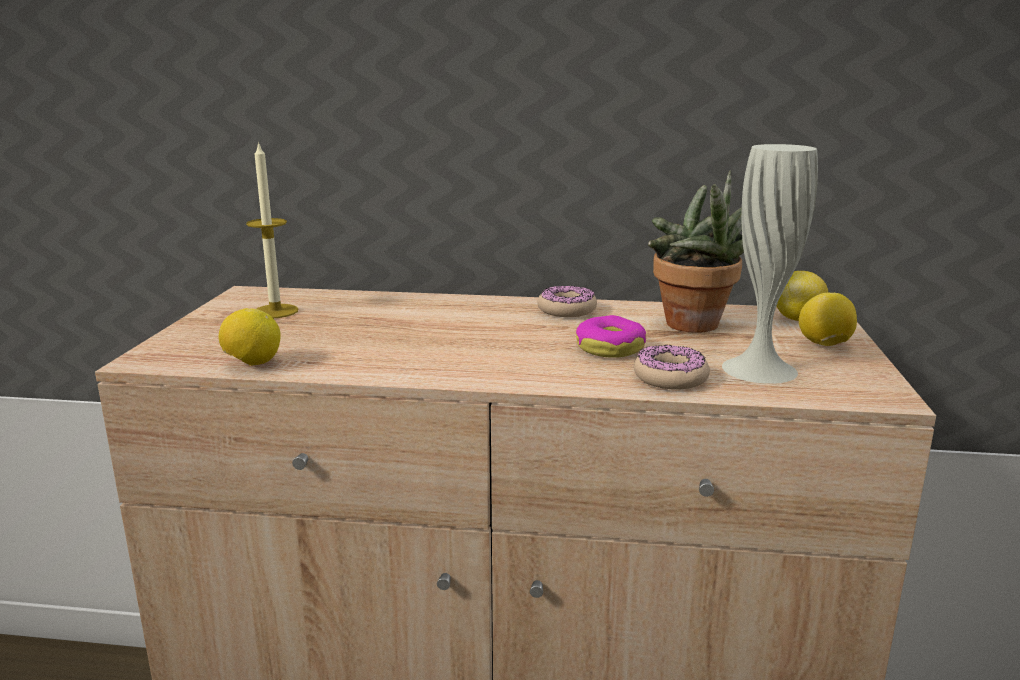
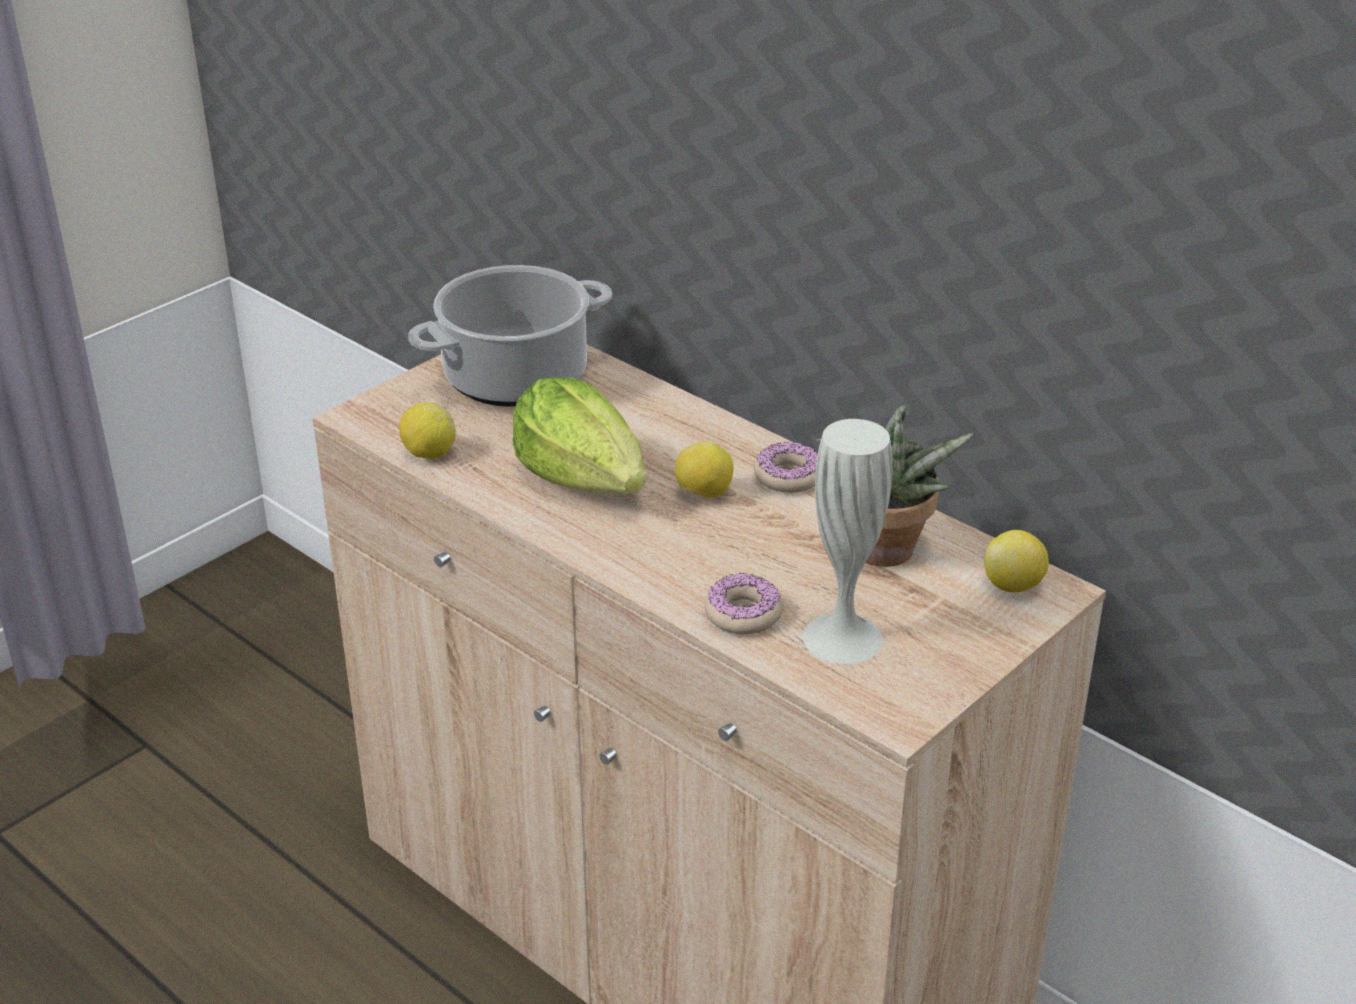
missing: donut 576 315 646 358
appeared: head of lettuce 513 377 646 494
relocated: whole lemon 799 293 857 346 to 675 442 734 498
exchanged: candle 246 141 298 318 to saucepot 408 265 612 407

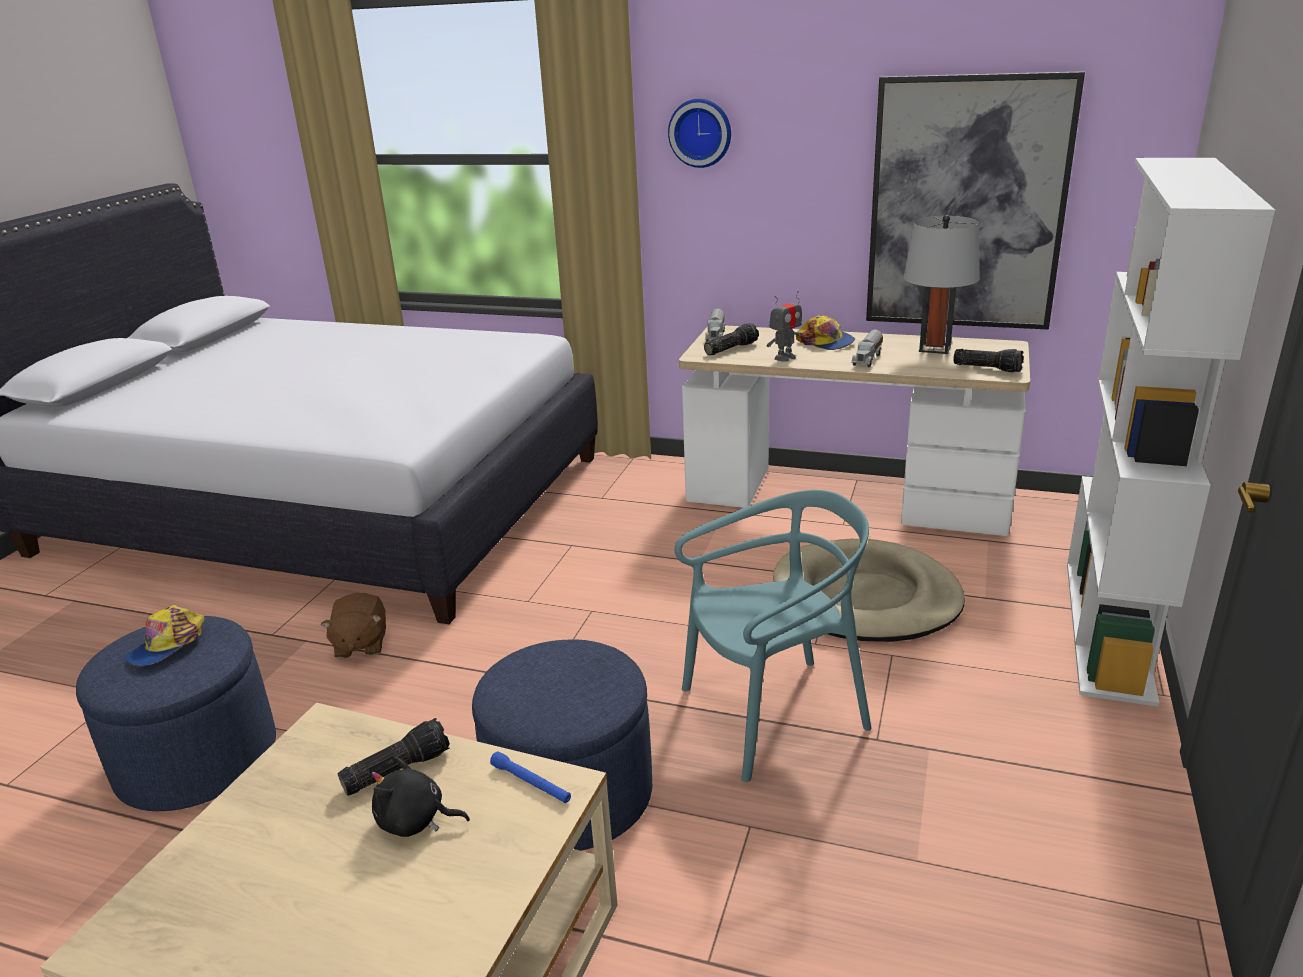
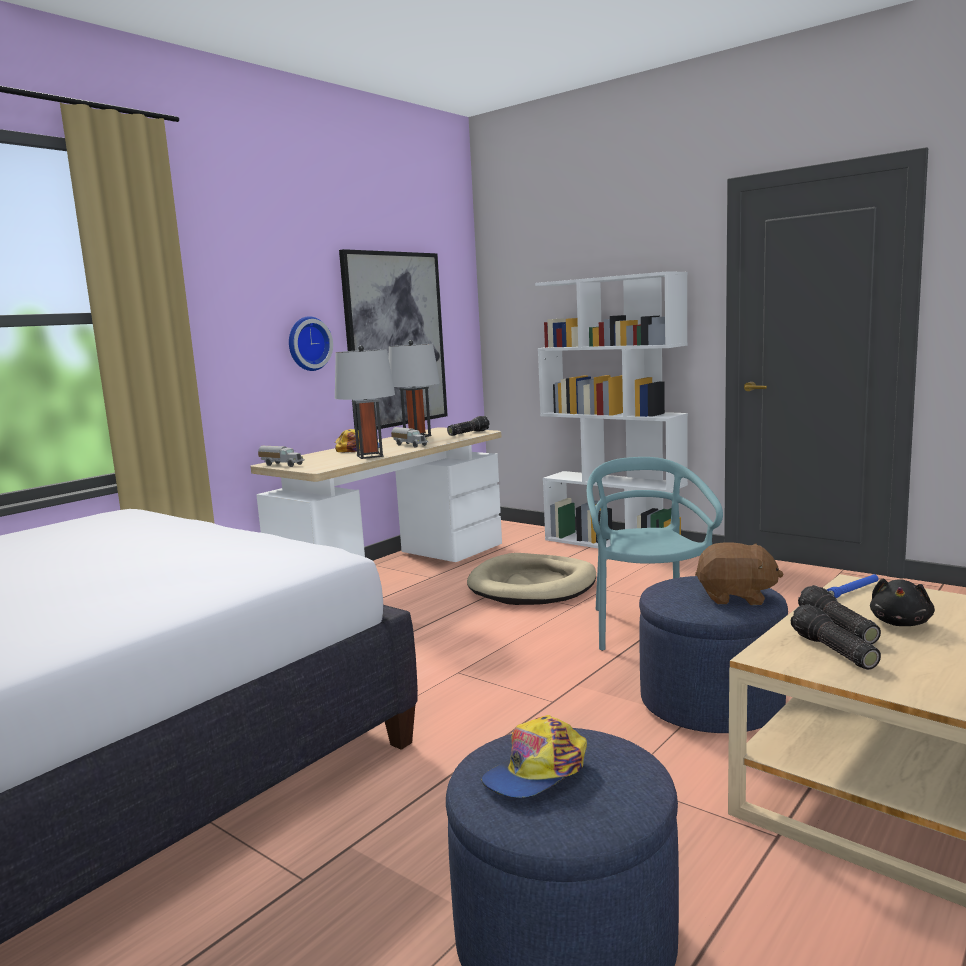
relocated: cuddly toy in brown 320 593 386 659 to 695 542 784 605; hanging clock 668 99 731 168 to 289 316 333 371; torch 704 323 759 355 to 791 604 881 670
exchanged: toy robot 767 291 802 362 to table lamp in grey 335 345 395 459
spun: cap 124 605 204 666 = 481 715 587 798 90 degrees clockwise

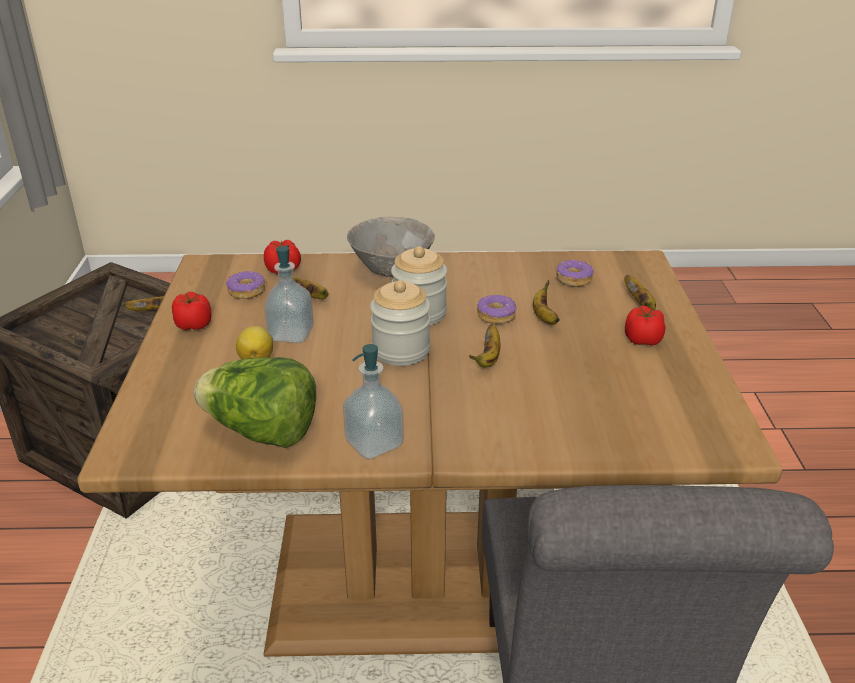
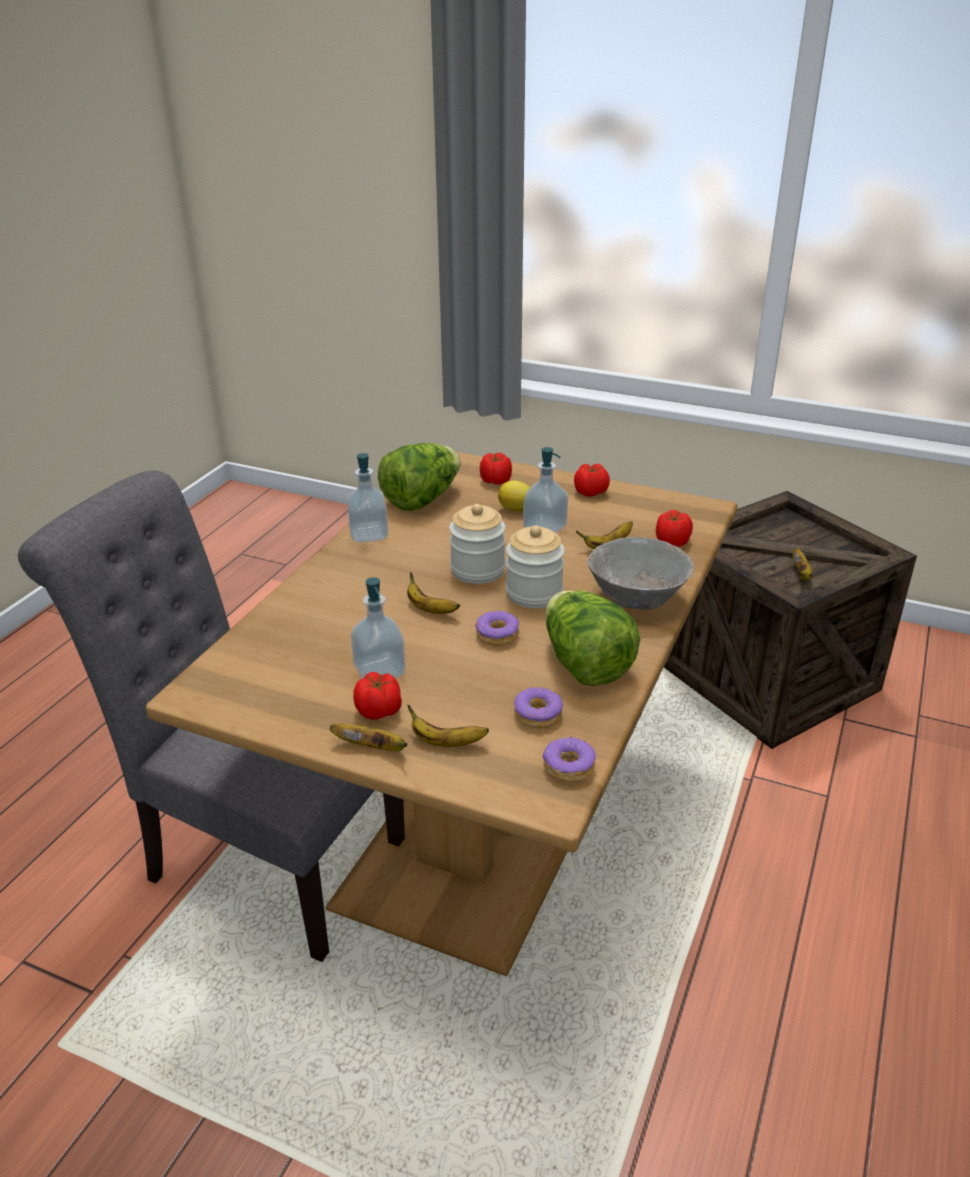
appeared: liquid soap bottle 351 577 405 679; fresh tomato 480 453 512 485; head of lettuce 546 590 640 686
relocated: donut 226 271 265 299 to 542 736 596 782; whole banana 533 280 560 325 to 330 723 407 751

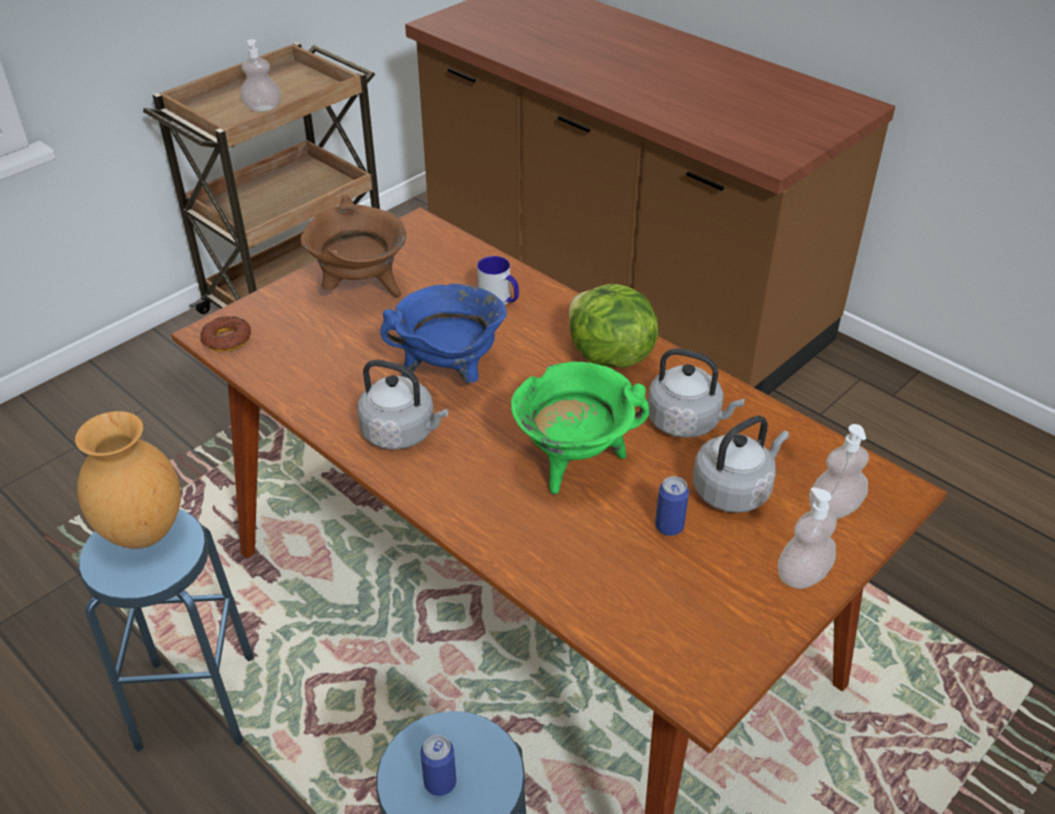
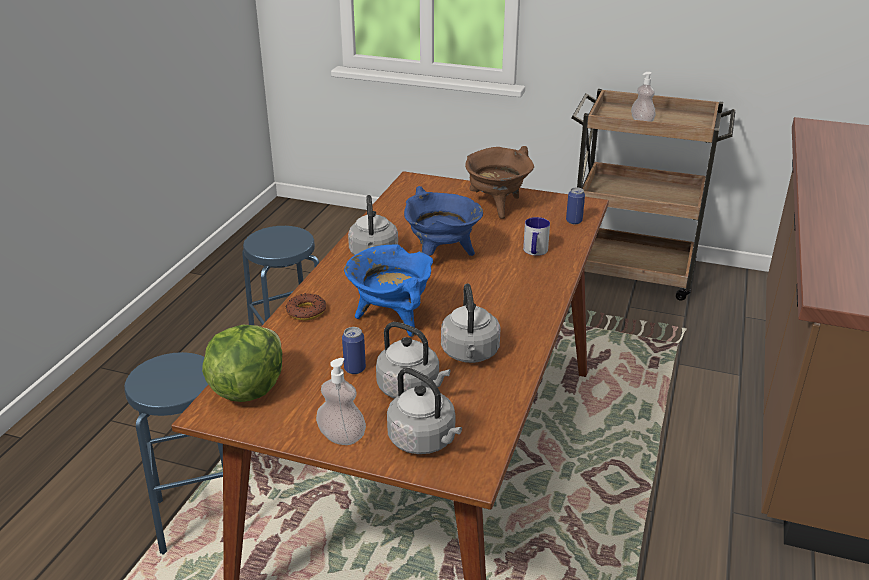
missing: decorative vase in brown 75 411 181 549
relocated: donut 200 316 251 352 to 285 293 326 320; metal can 420 735 456 796 to 566 187 585 224; head of lettuce 569 284 658 368 to 202 325 282 402
exchanged: liquid soap bottle 809 424 869 519 to water kettle in grey 387 368 462 454
colour: saucepot in green-coloured 511 362 649 494 to saucepot in blue 344 244 433 337

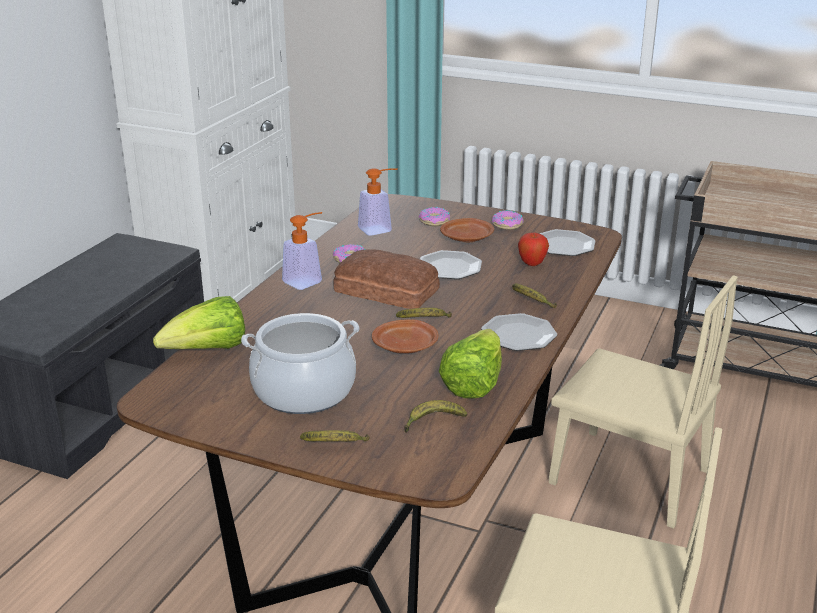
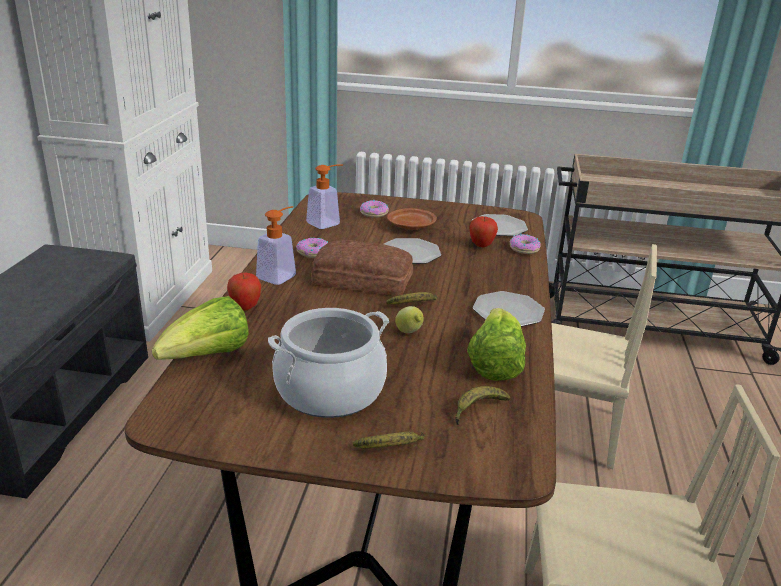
missing: whole banana 512 283 557 308
appeared: whole apple 227 273 261 311
relocated: donut 492 210 524 230 to 510 234 541 254
exchanged: flat dish in brown 372 319 438 354 to whole lemon 395 306 423 333

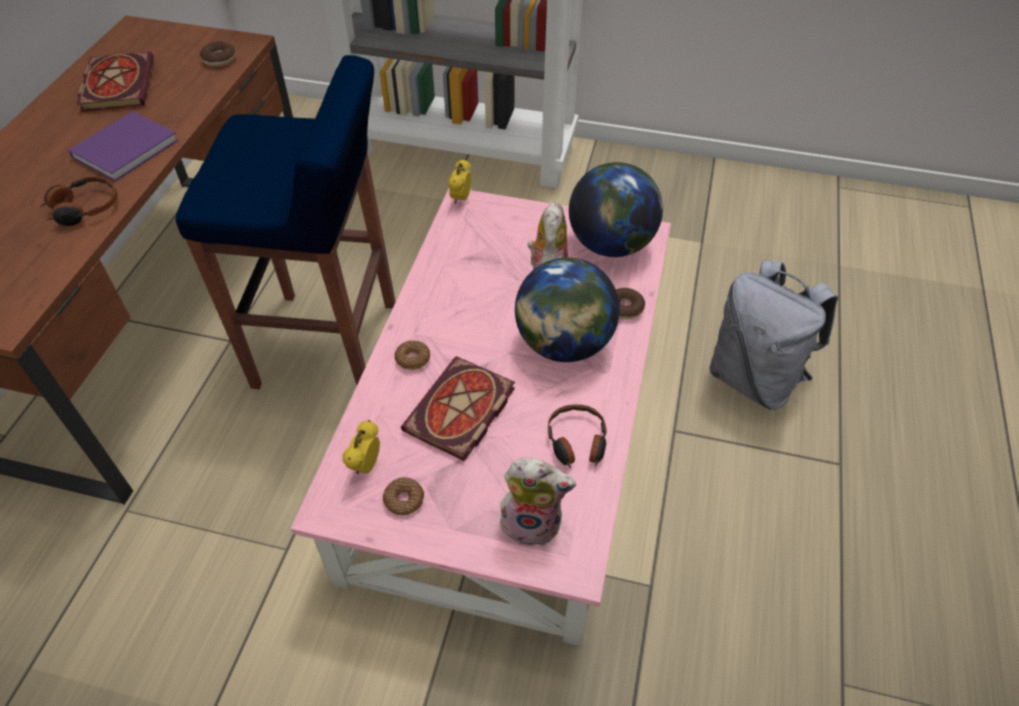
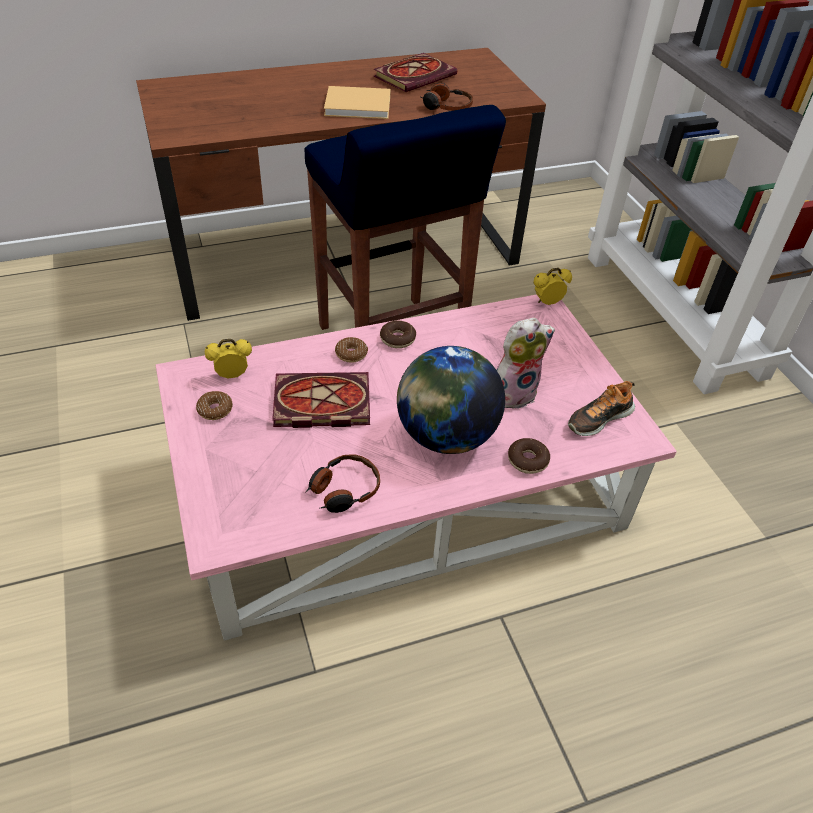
missing: cuddly toy 500 457 576 546; backpack in grey 709 260 838 410
relocated: pair of headphones 40 176 118 226 to 421 83 473 111; donut 200 41 236 67 to 380 320 416 348
exchanged: world globe 569 162 663 257 to item of footwear 568 381 635 436
colour: volume in purplish 68 111 179 181 to volume in beige 324 86 391 119

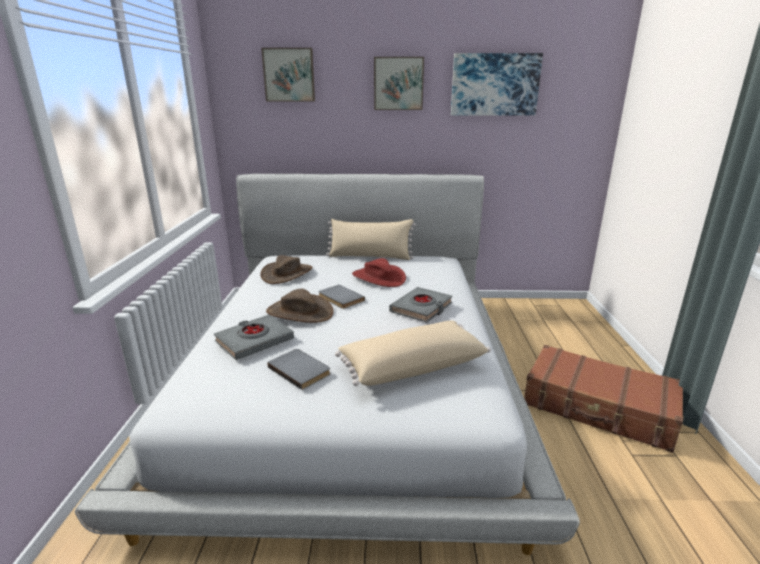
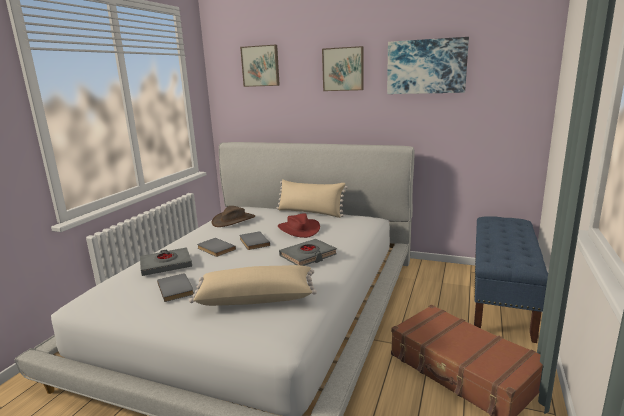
appeared: long seat in blue 474 216 548 343
exchanged: hat in brown 266 289 334 323 to volume in grey 197 238 236 257

